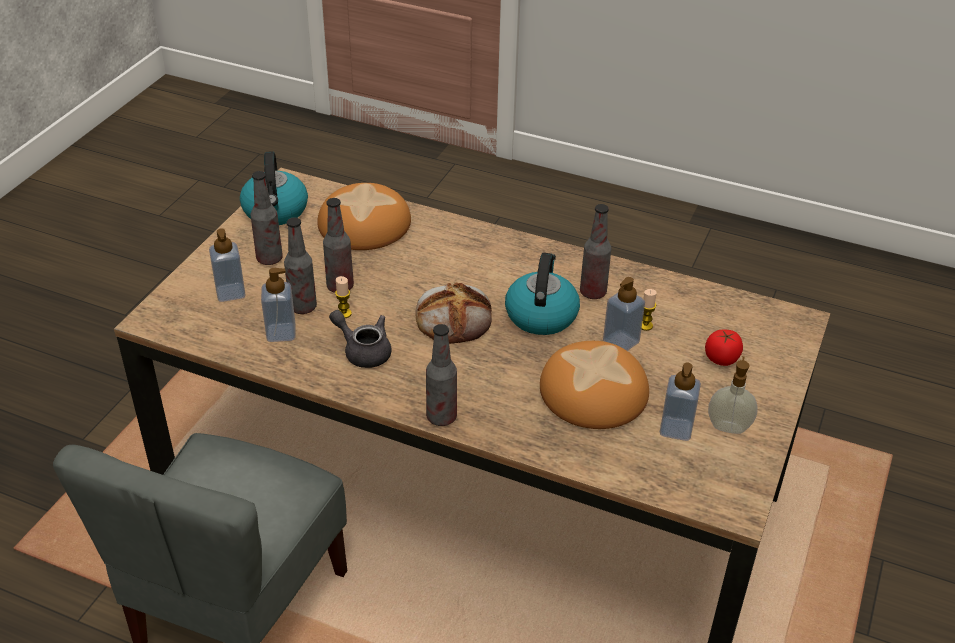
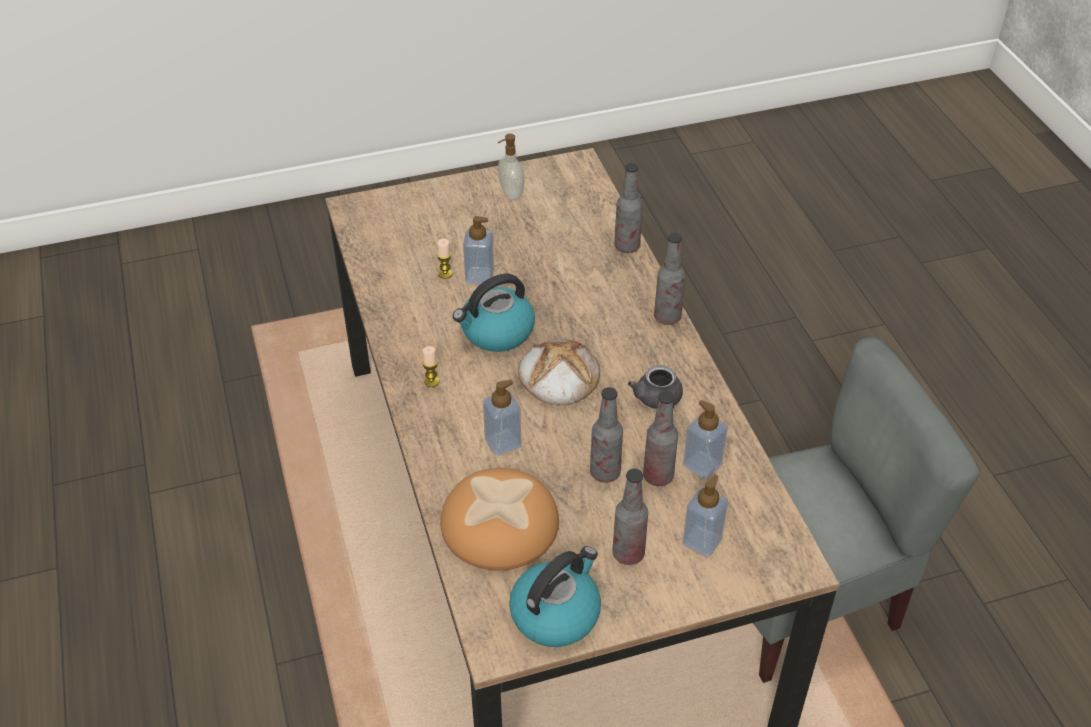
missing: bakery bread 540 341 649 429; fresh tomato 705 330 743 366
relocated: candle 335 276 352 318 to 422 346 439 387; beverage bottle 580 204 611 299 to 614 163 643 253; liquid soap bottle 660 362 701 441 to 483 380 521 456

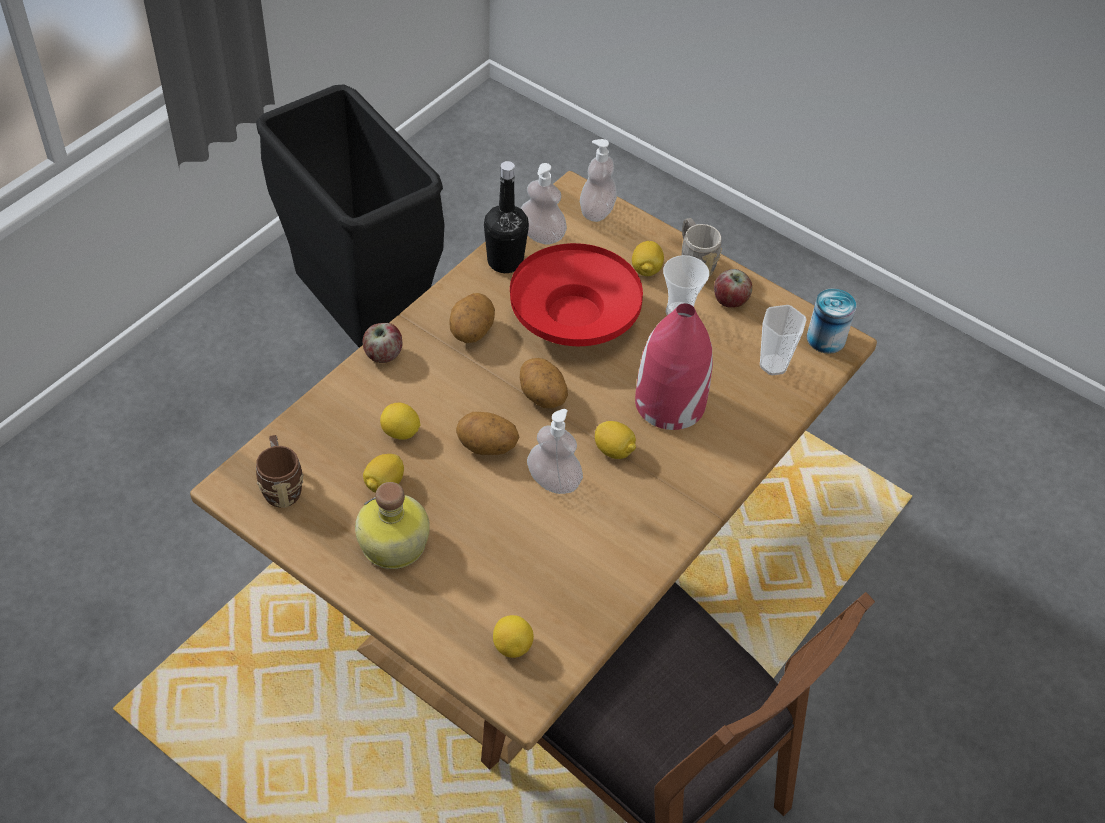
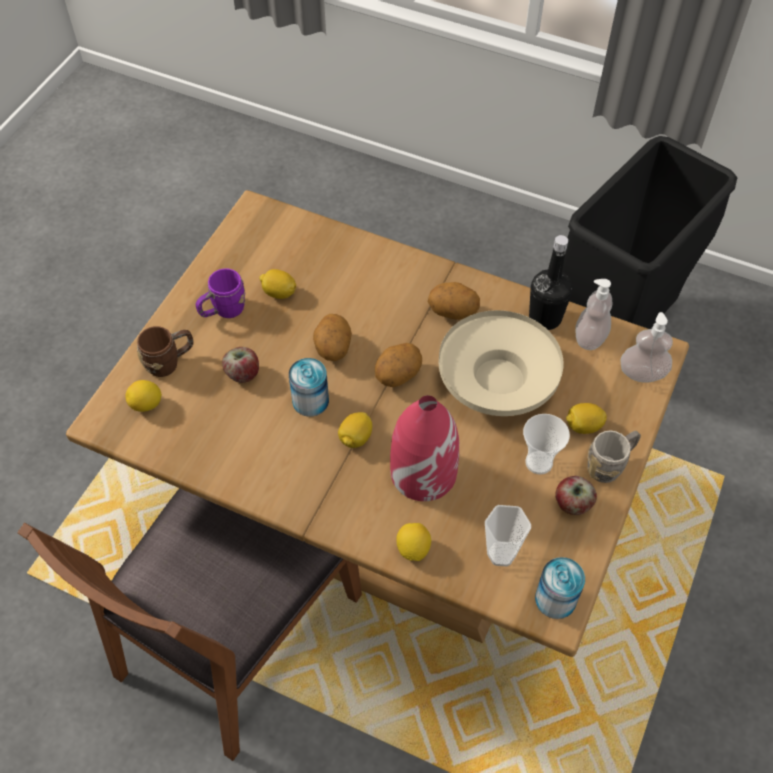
relocated: mug in brown 256 435 304 508 to 137 326 193 377; whole apple 363 323 403 363 to 222 347 259 383; whole lemon 380 403 420 440 to 396 523 431 561
exchanged: beverage bottle 355 482 430 569 to mug in purplish 196 268 245 318; liquid soap bottle 527 409 583 494 to metal can 289 358 329 417
colour: bowl in reddish 510 243 643 346 to bowl in beige 439 310 564 416

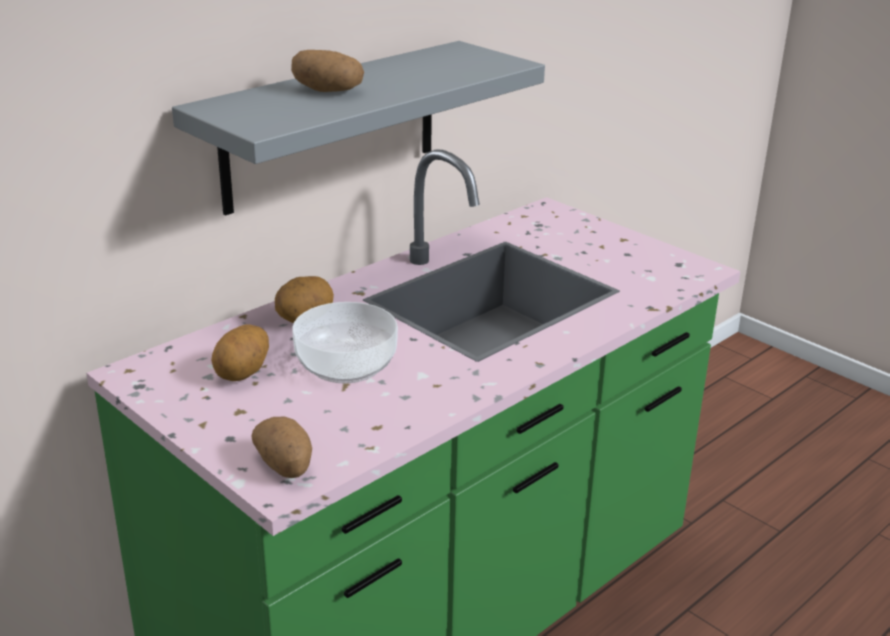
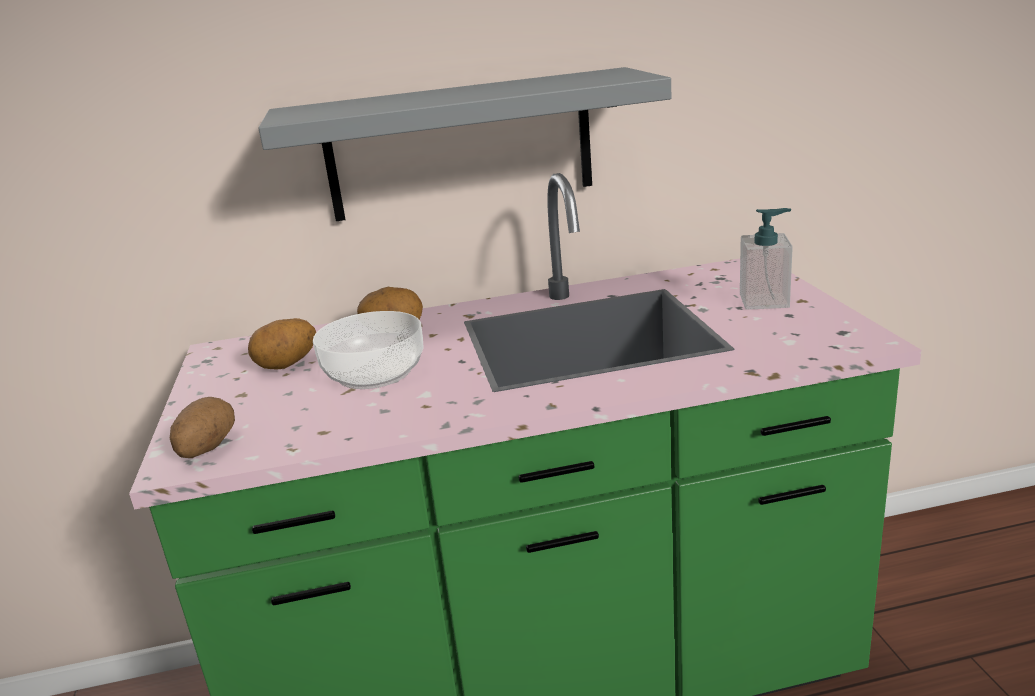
missing: whole potato 291 50 364 92
appeared: liquid soap bottle 740 208 793 310

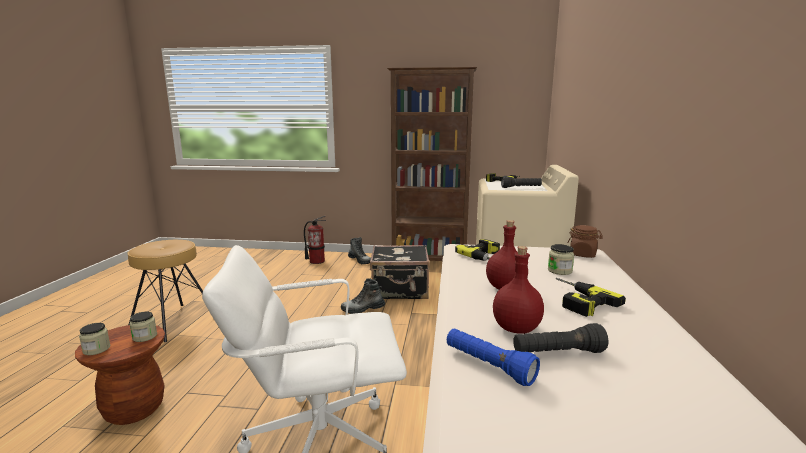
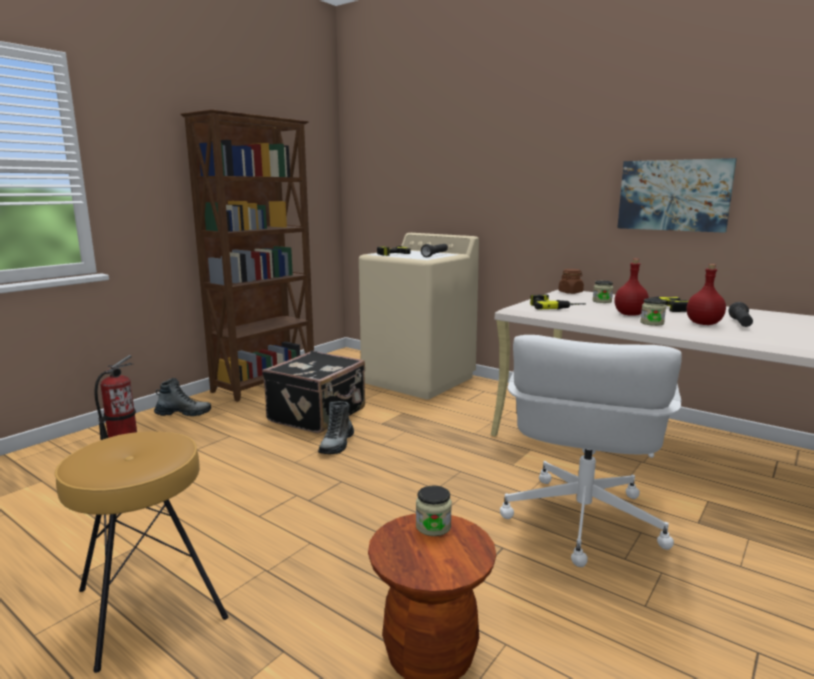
missing: torch in blue 447 328 540 386
appeared: wall art 617 158 737 233
relocated: storage jar 79 323 110 355 to 640 298 666 326

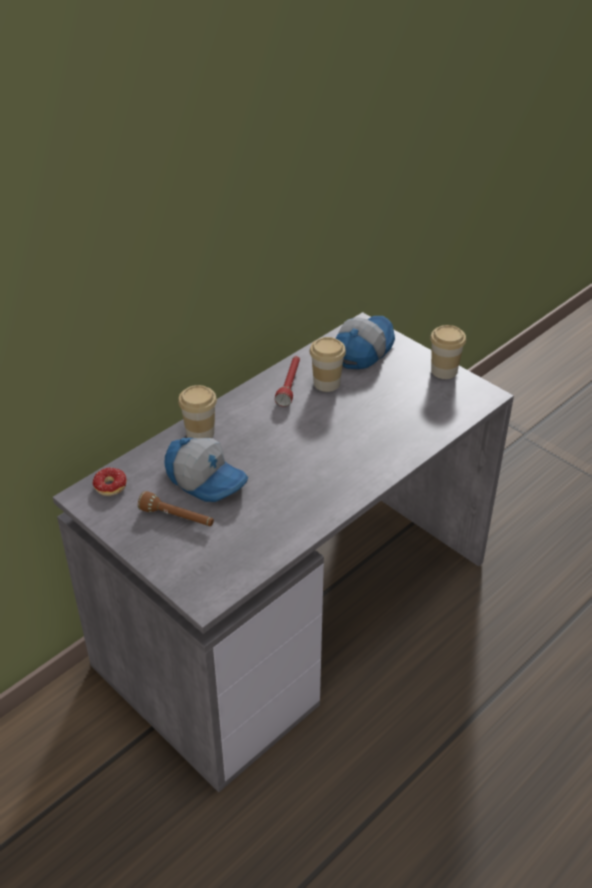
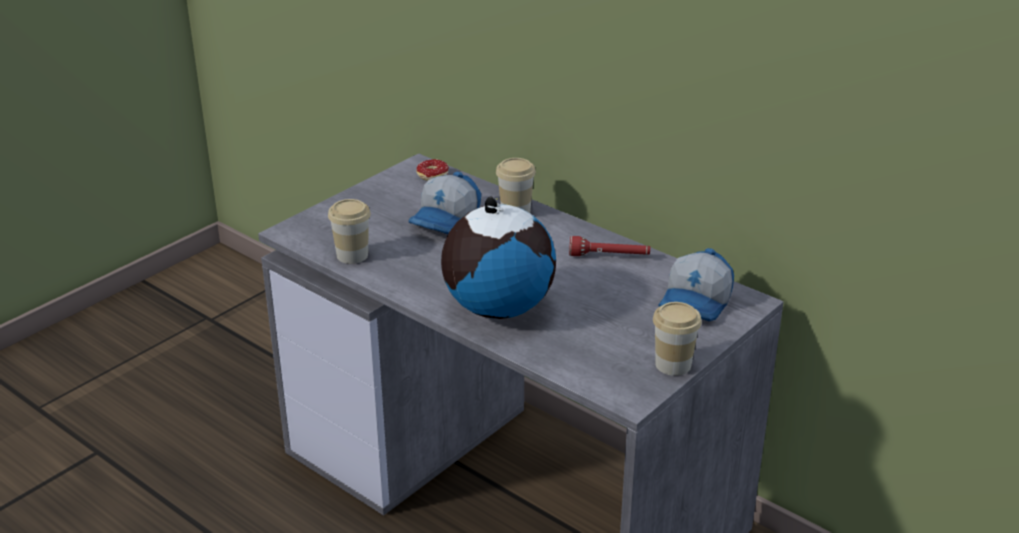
missing: torch in brown 138 491 214 526
appeared: world globe 441 197 556 319
relocated: drinking cup 310 337 346 392 to 328 199 371 264
spun: cap 336 316 395 369 = 659 248 734 321 90 degrees clockwise

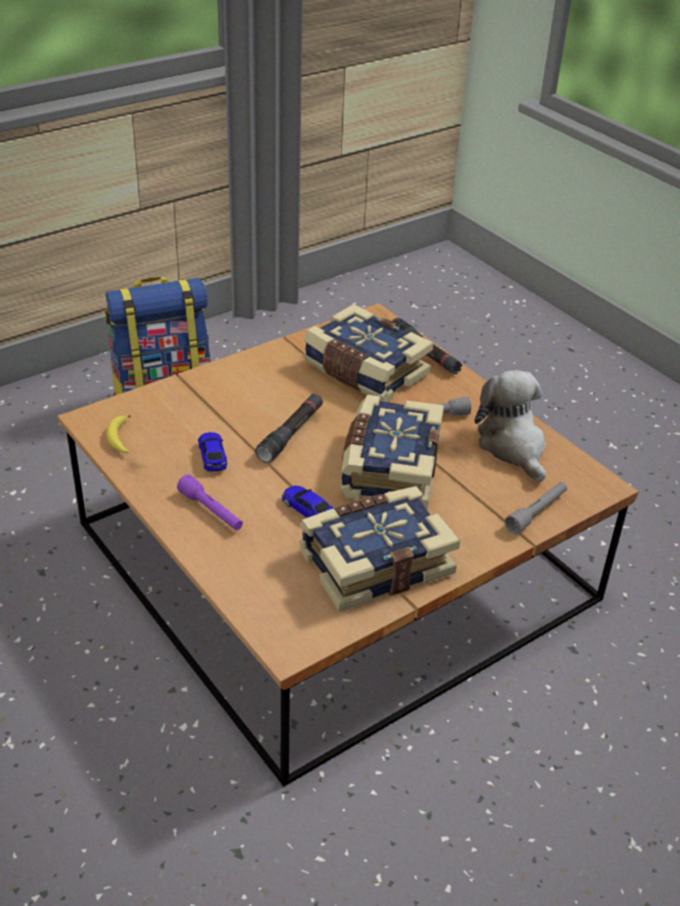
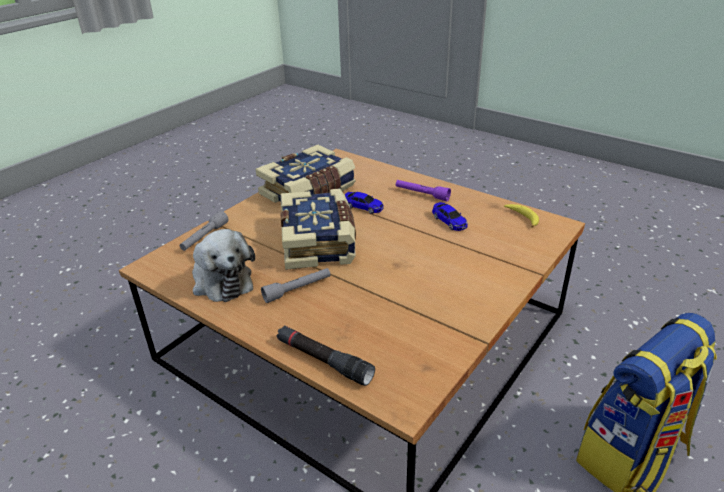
missing: torch in blackish 255 393 323 463; volume 303 304 433 402

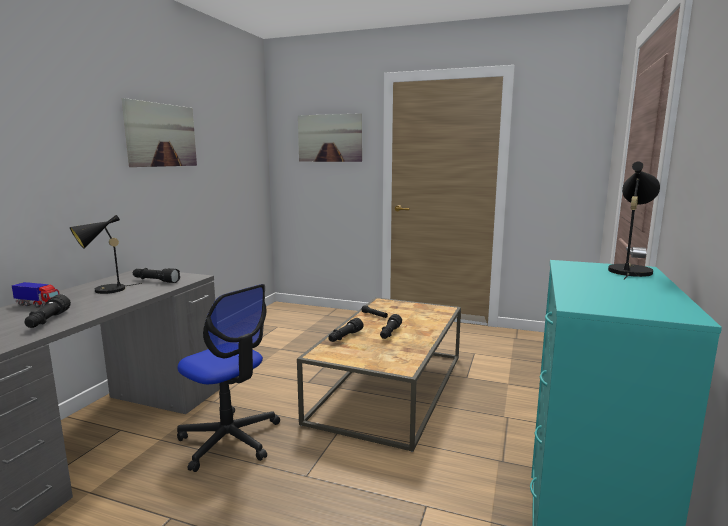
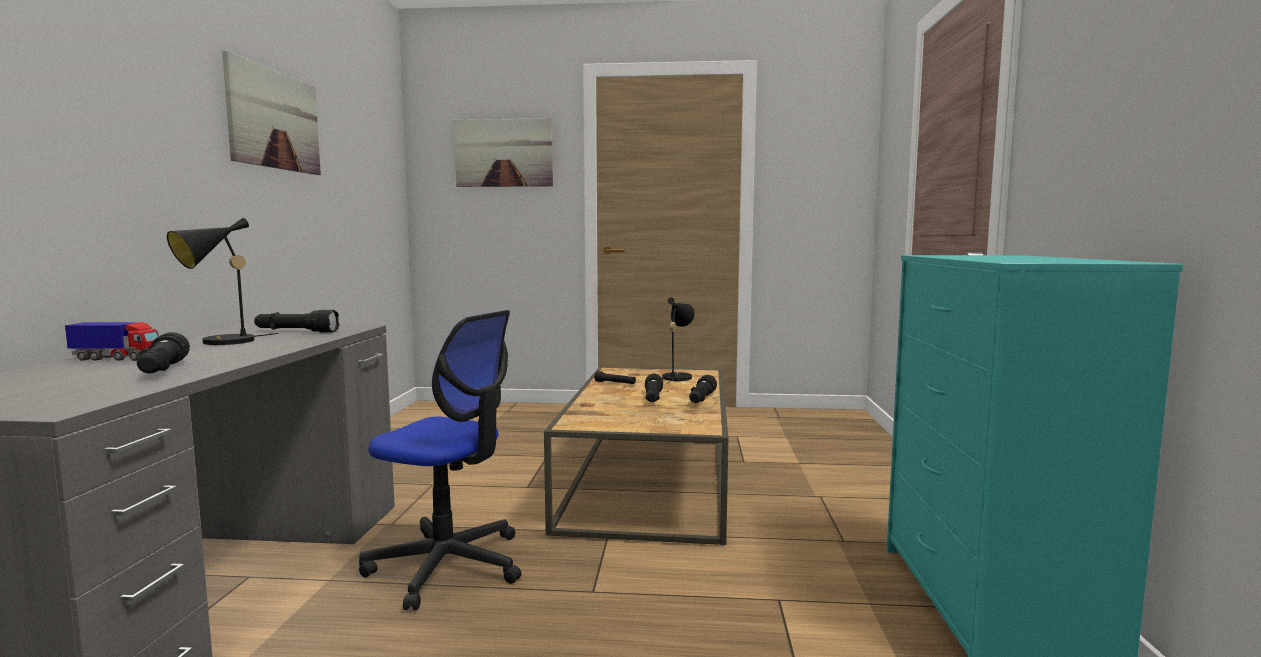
relocated: torch in blackish 328 318 363 342 to 689 375 717 403; table lamp in blackish 608 161 660 280 to 662 297 695 384

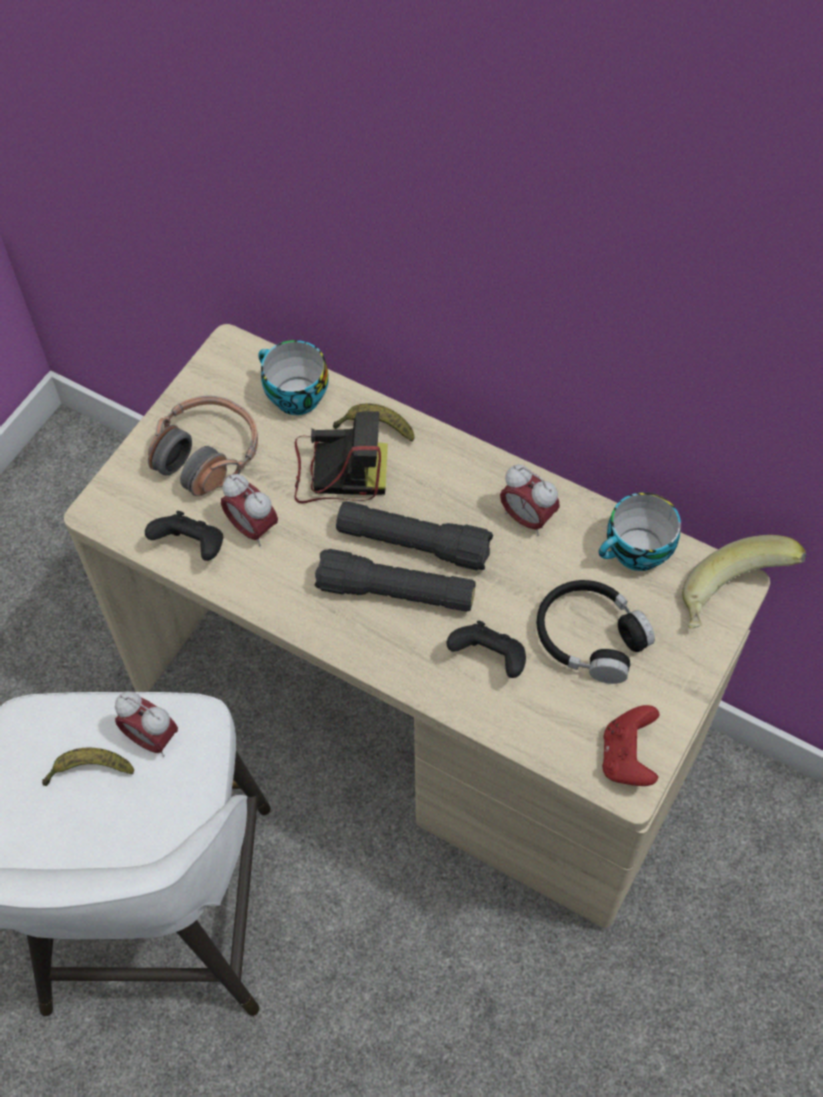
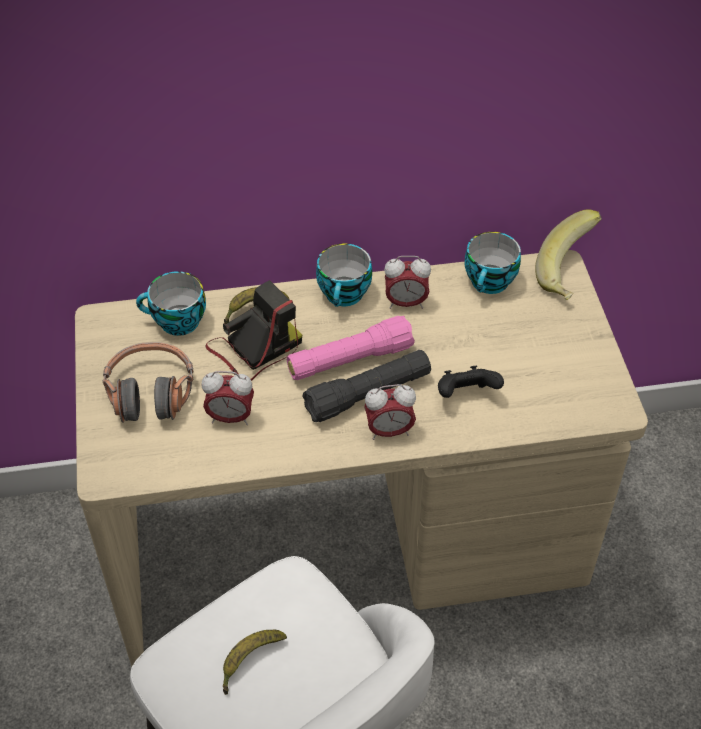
missing: joypad in blackish 145 511 223 561; pair of headphones in blackish 537 580 655 684; joypad in reddish 602 705 660 786
appeared: drinking cup 316 244 372 307
relocated: table clock 115 691 178 757 to 364 384 416 440
colour: torch in blackish 336 501 493 571 to torch in pink 287 316 415 380

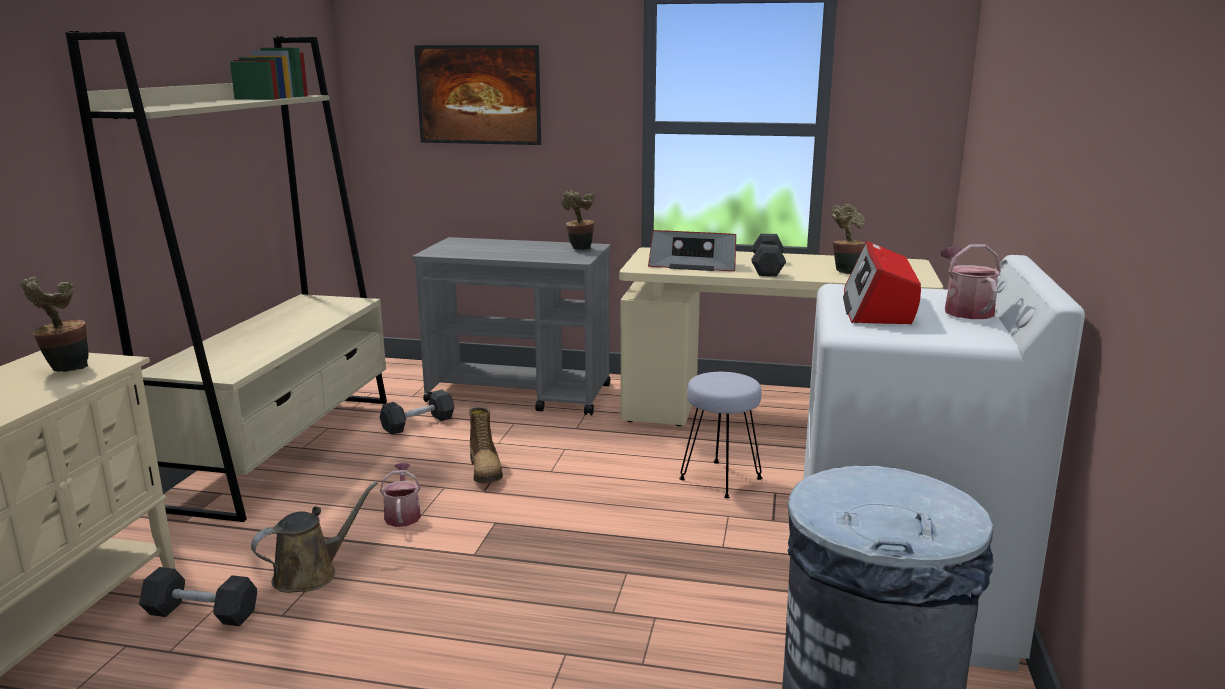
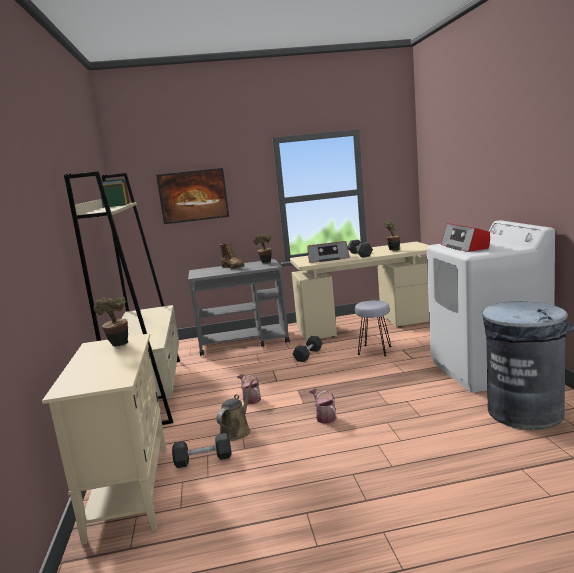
relocated: free weight in grey 380 390 455 435 to 293 336 323 362; high-top boot 469 406 503 483 to 220 243 244 269; watering can 941 244 1001 319 to 309 388 337 424

